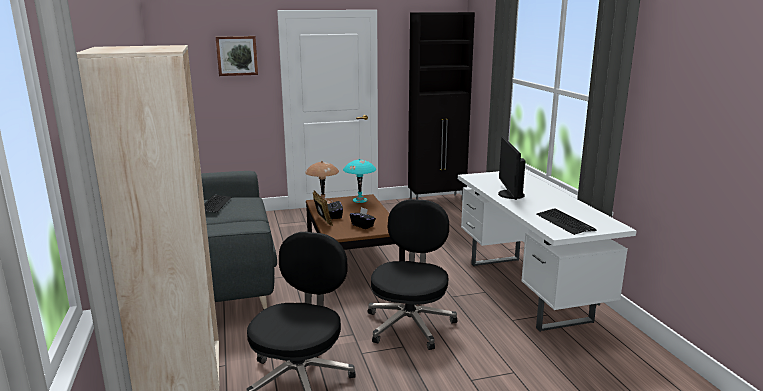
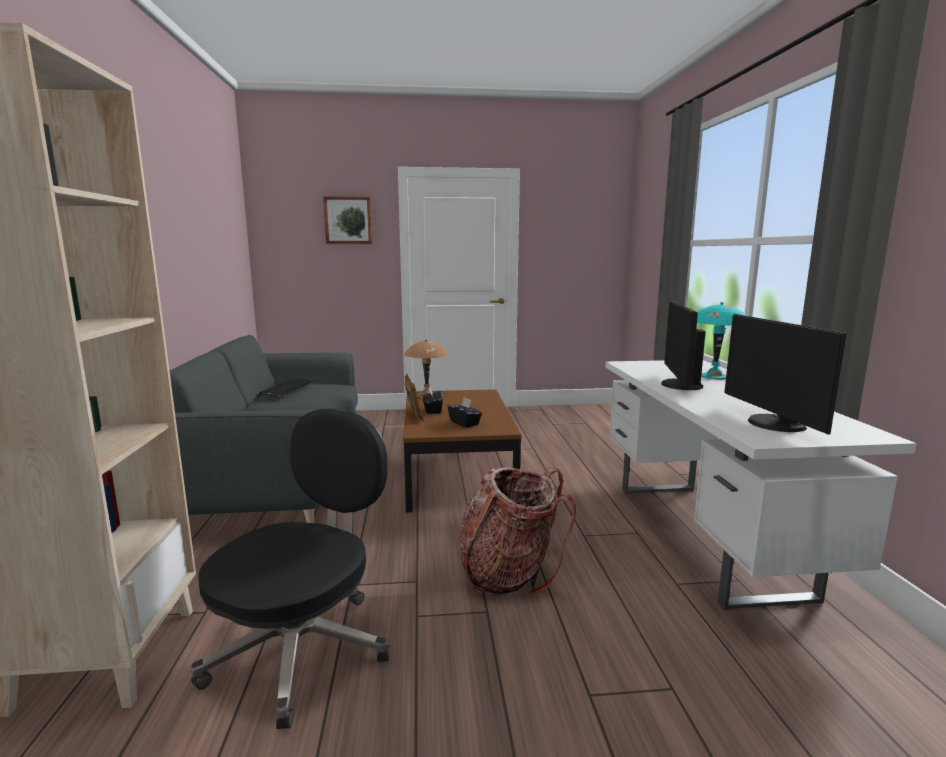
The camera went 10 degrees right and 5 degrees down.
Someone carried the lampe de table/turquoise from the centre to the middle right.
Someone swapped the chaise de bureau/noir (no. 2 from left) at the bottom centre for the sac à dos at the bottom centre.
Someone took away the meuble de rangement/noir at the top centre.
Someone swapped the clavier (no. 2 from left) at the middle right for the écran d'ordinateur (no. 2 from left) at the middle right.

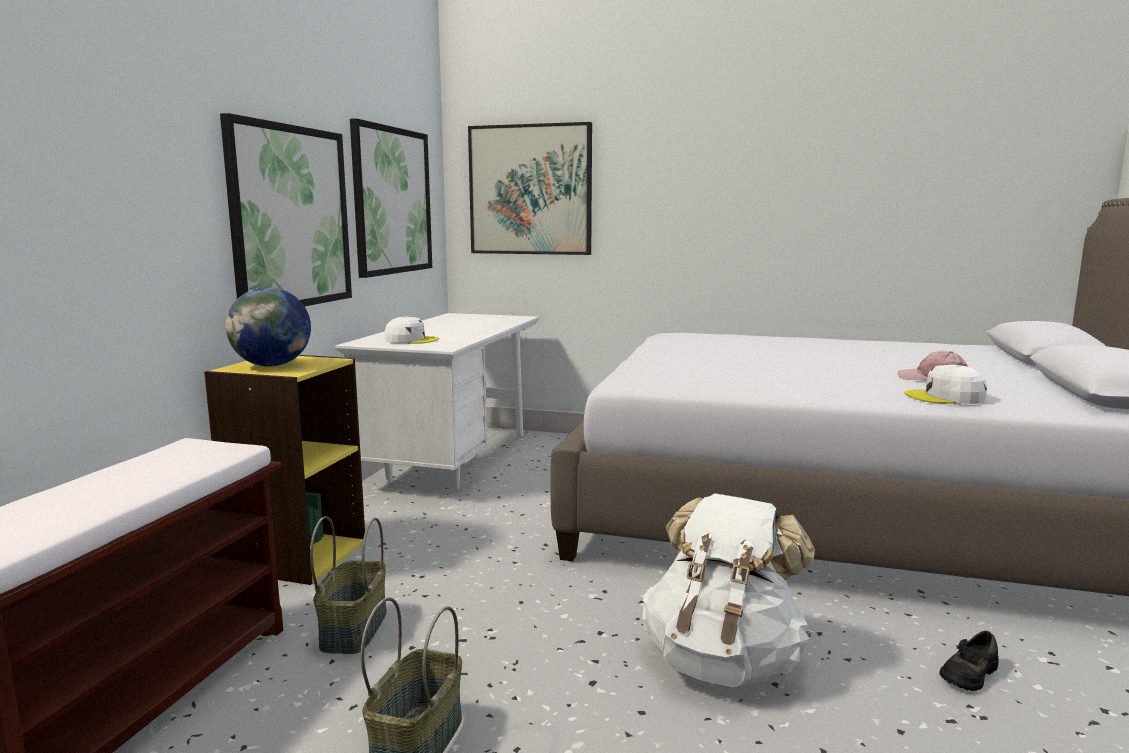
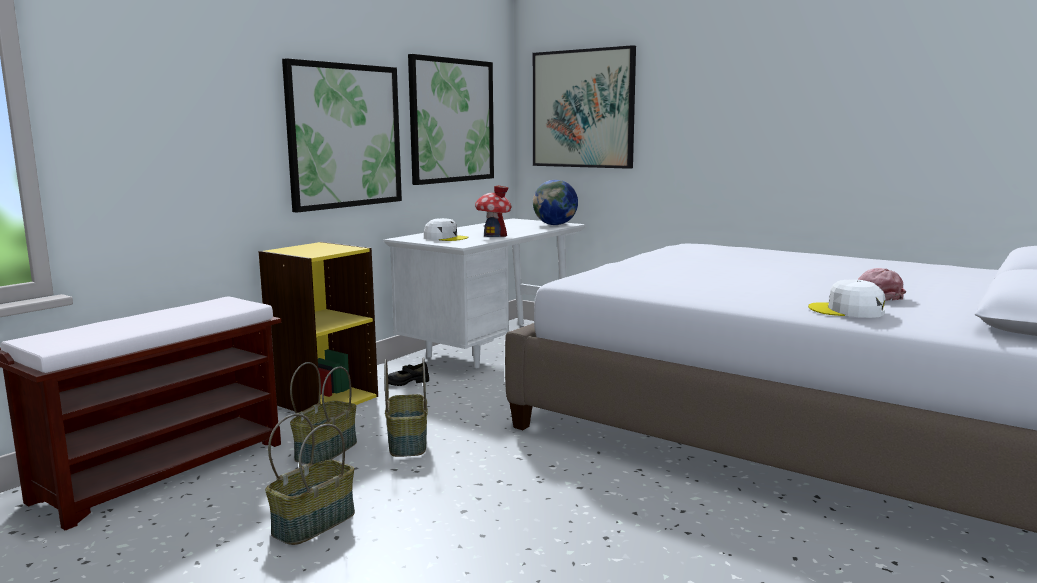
The camera went 20 degrees right and 0 degrees up.
Someone carried the globe from the middle left to the centre.
Someone took away the sac à dos/blanc at the bottom centre.
Someone carried the chaussure/noir from the bottom right to the centre.
Someone put down the panier (no. 3 from left) at the bottom centre.
Someone put down the maison miniature at the centre.

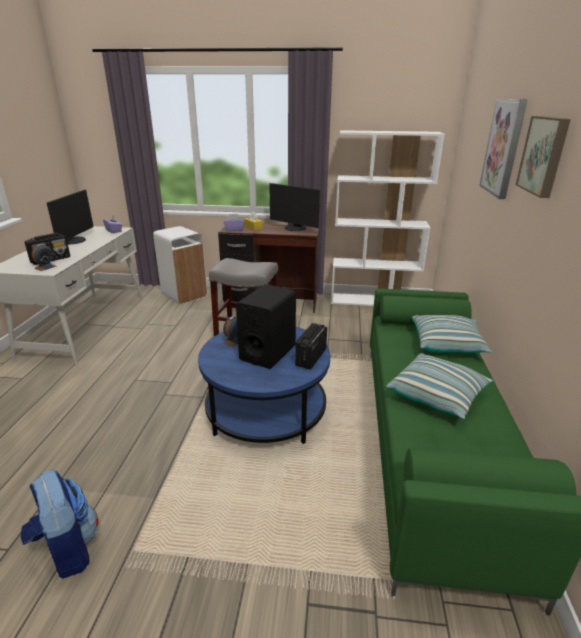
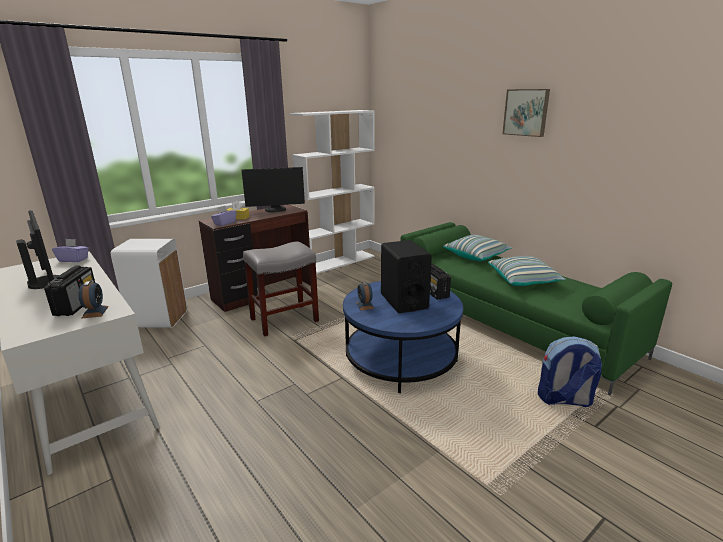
The camera went 45 degrees left and 5 degrees down.
Someone carried the sac à dos from the bottom left to the bottom right.
Someone took away the tableau (no. 1 from left) at the top right.

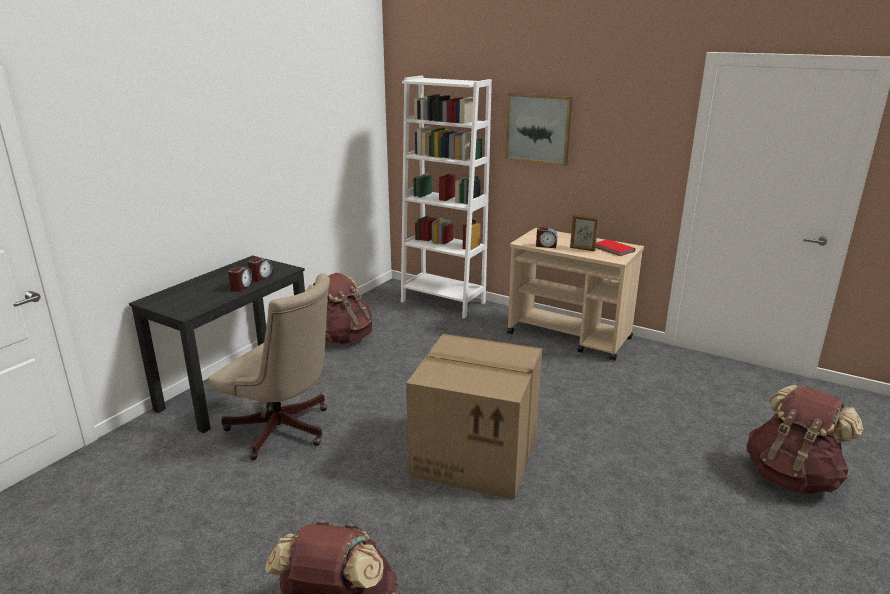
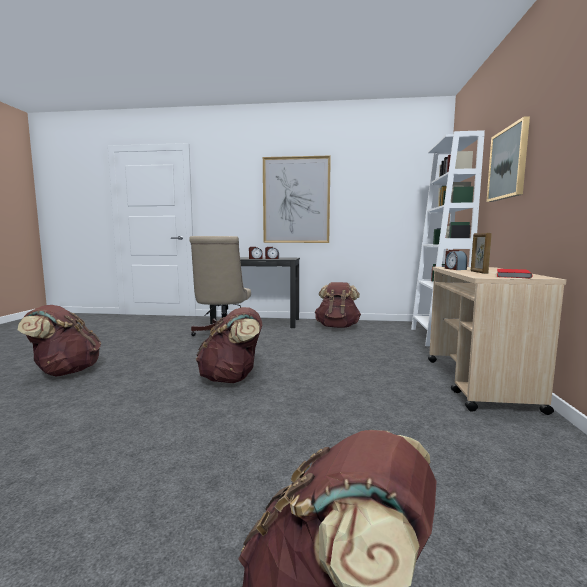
The camera went 65 degrees right and 15 degrees down.
Someone swapped the carton at the bottom centre for the sac à dos/marron (no. 2 from left) at the centre.
Someone put up the tableau (no. 1 from left) at the centre.

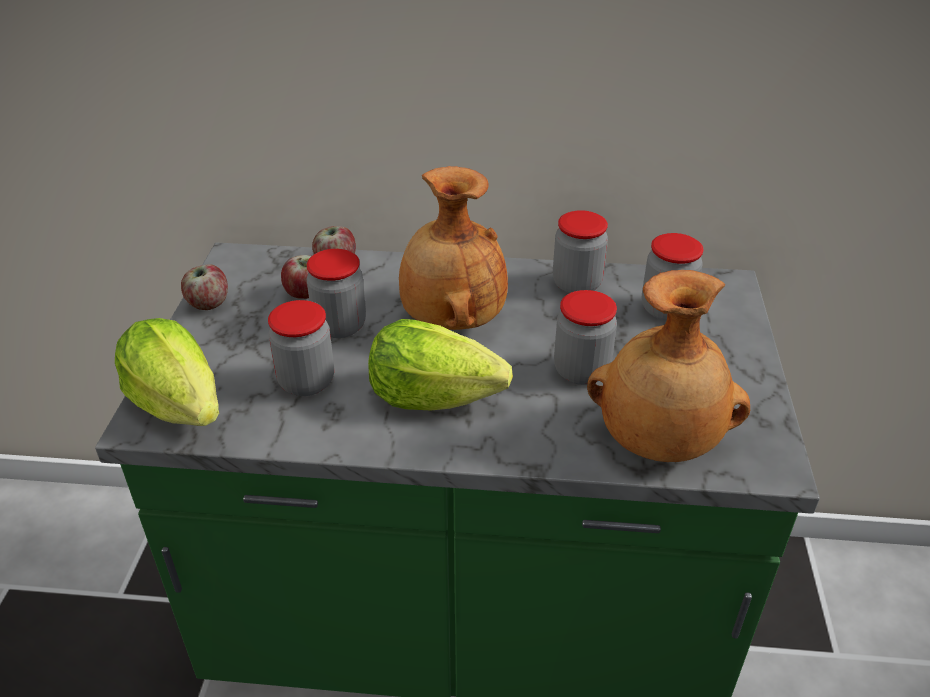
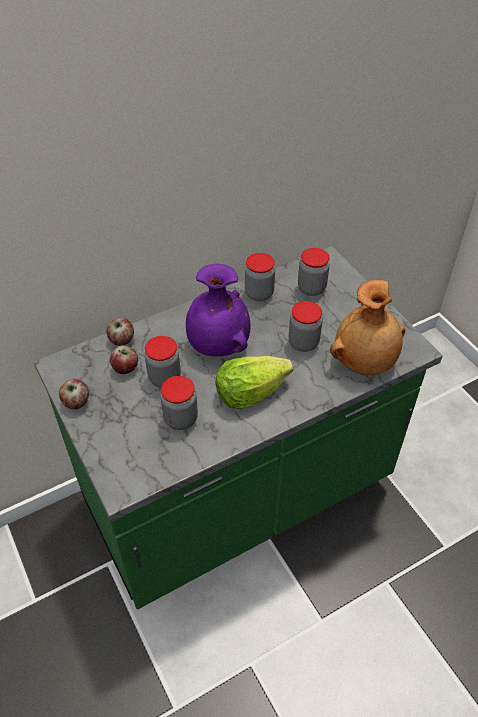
The camera went 35 degrees left and 10 degrees up.
Someone took away the laitue (no. 1 from left) at the middle left.
Someone repainted the vase/marron (no. 1 from left) at the centre, which became the vase/violet at the centre.

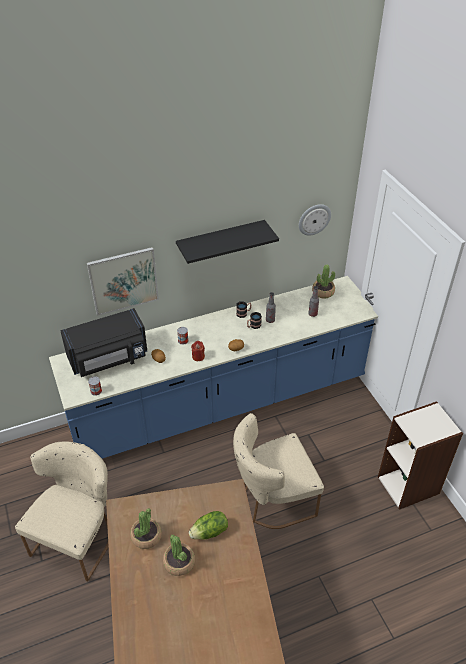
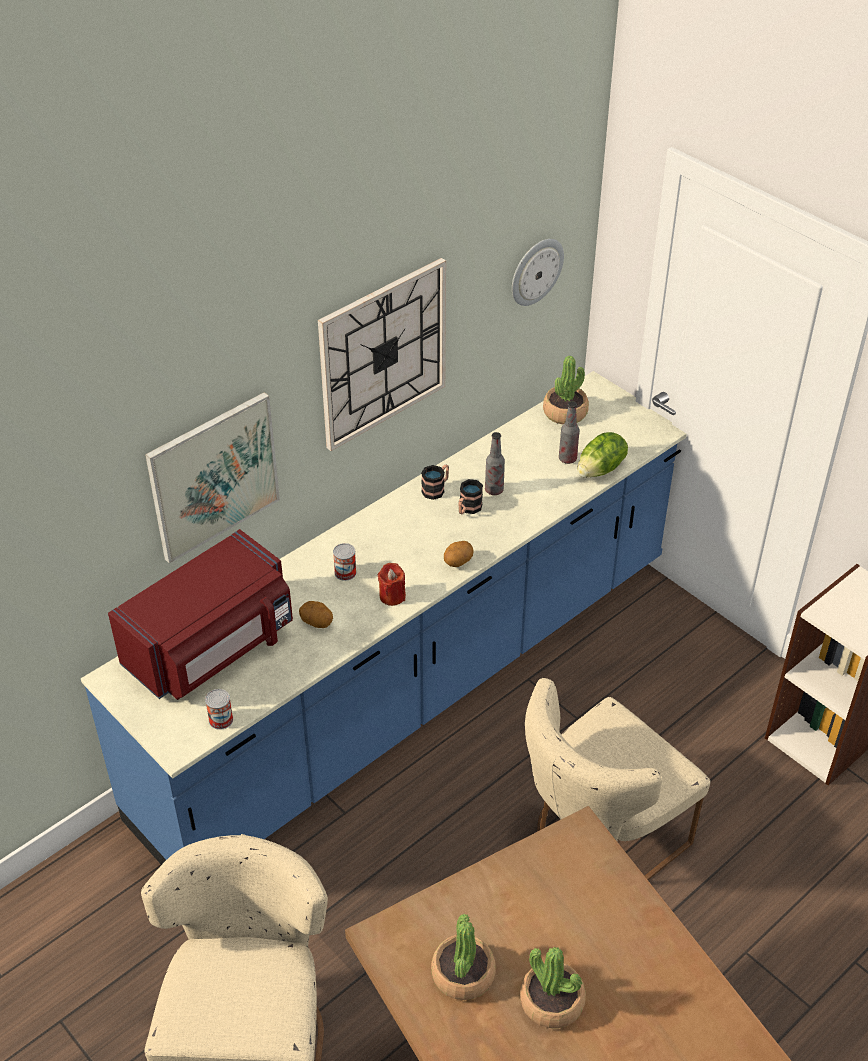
The camera went 20 degrees left and 0 degrees up.
Someone repainted the micro-ondes/noir at the middle left, which became the micro-ondes/rouge at the middle left.
Someone swapped the étagère/noir at the centre for the horloge murale (no. 1 from left) at the centre.
Someone carried the laitue from the bottom centre to the middle right.

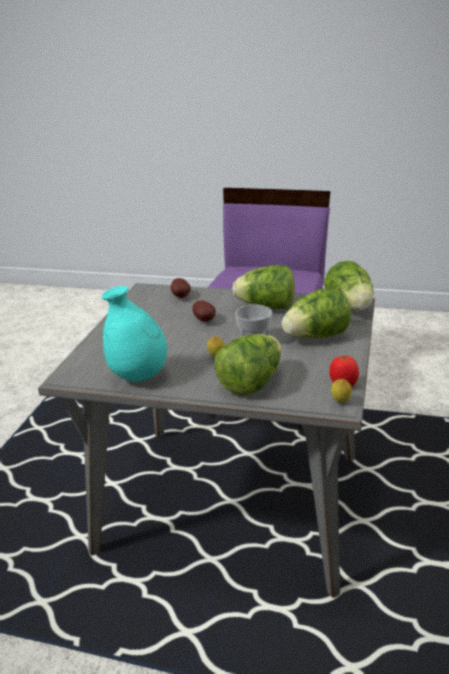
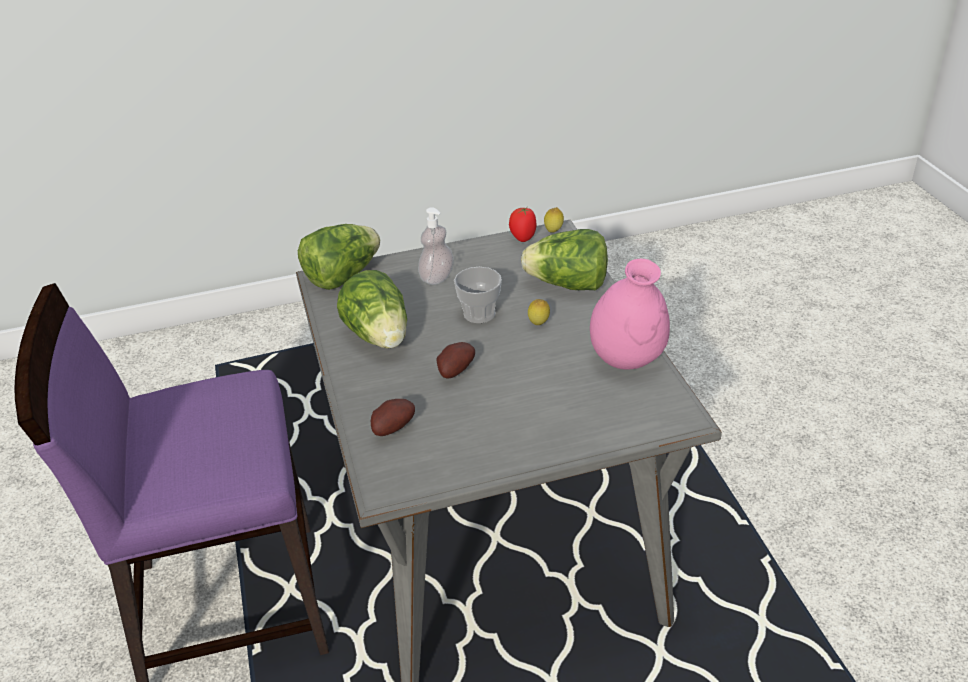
The camera went 120 degrees left and 10 degrees up.
Someone repainted the vase/turquoise at the middle left, which became the vase/rose at the centre.
Someone swapped the laitue (no. 3 from left) at the middle right for the distributeur de savon at the centre.

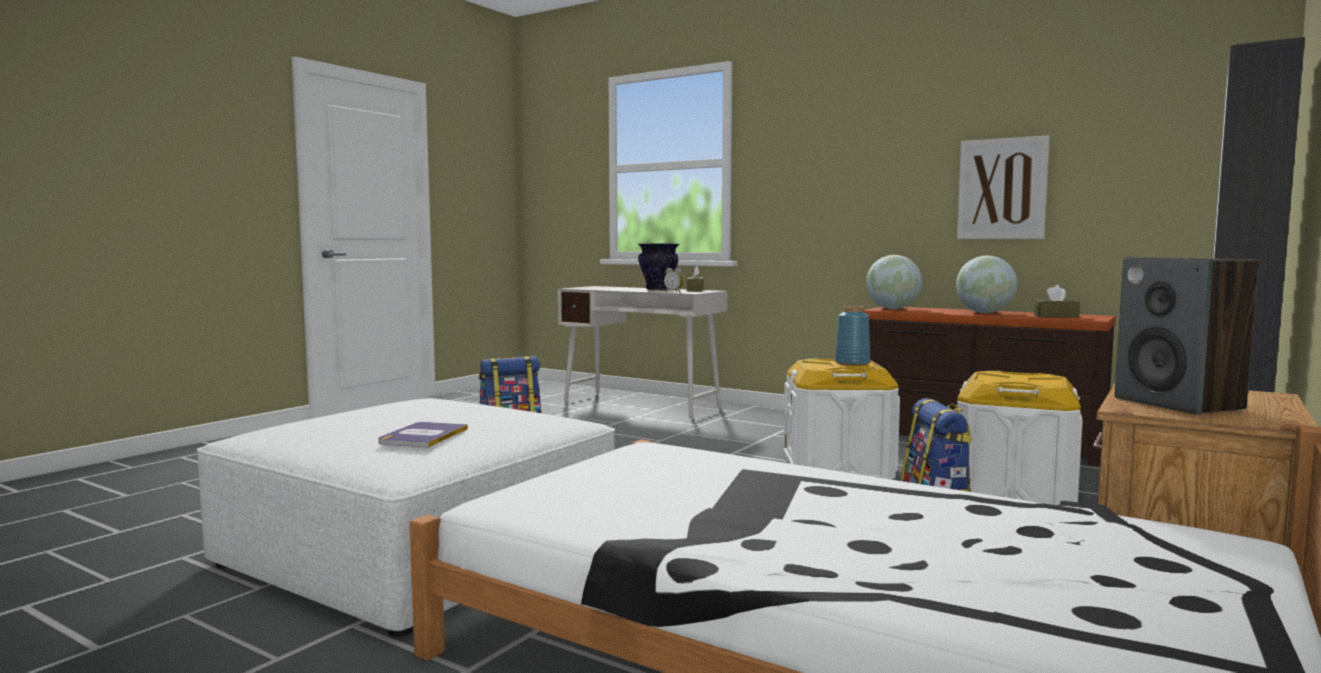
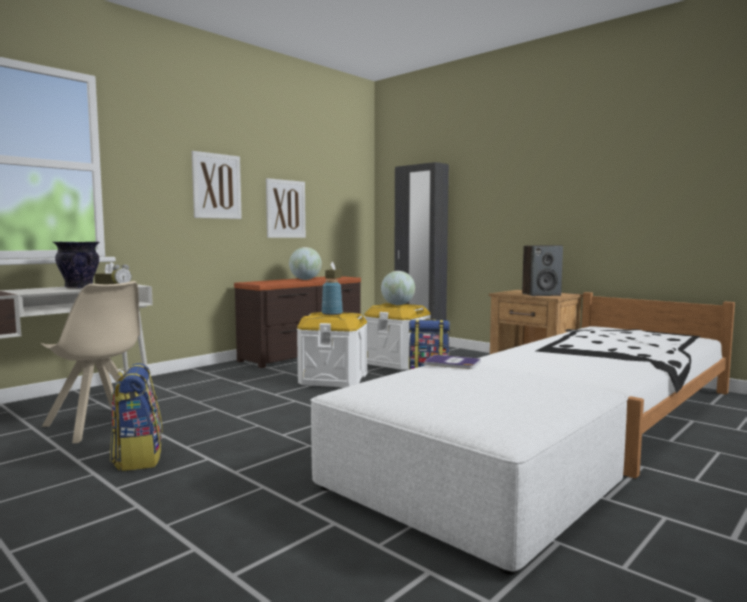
The camera went 80 degrees left and 0 degrees up.
Someone carried the livre from the middle left to the centre.
Someone carried the globe (no. 1 from left in the first image) from the middle right to the centre.
Someone put down the chaise/beige at the middle left.
Someone put up the tableau (no. 1 from left) at the top left.

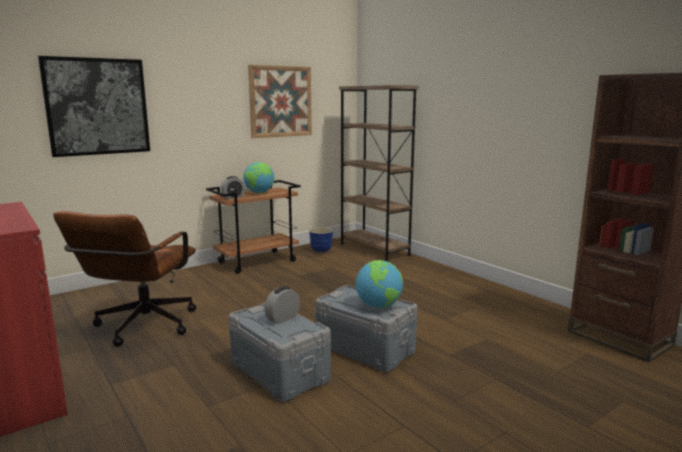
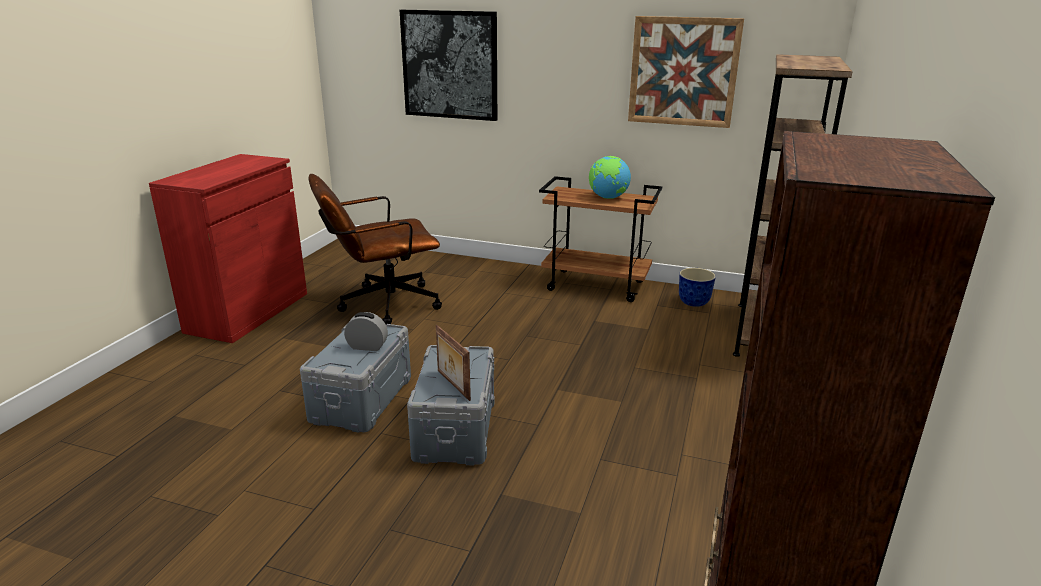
The camera went 55 degrees right and 10 degrees up.
Someone took away the réveil (no. 1 from left) at the centre.
Someone swapped the globe (no. 2 from left) at the centre for the cadre photo at the centre.

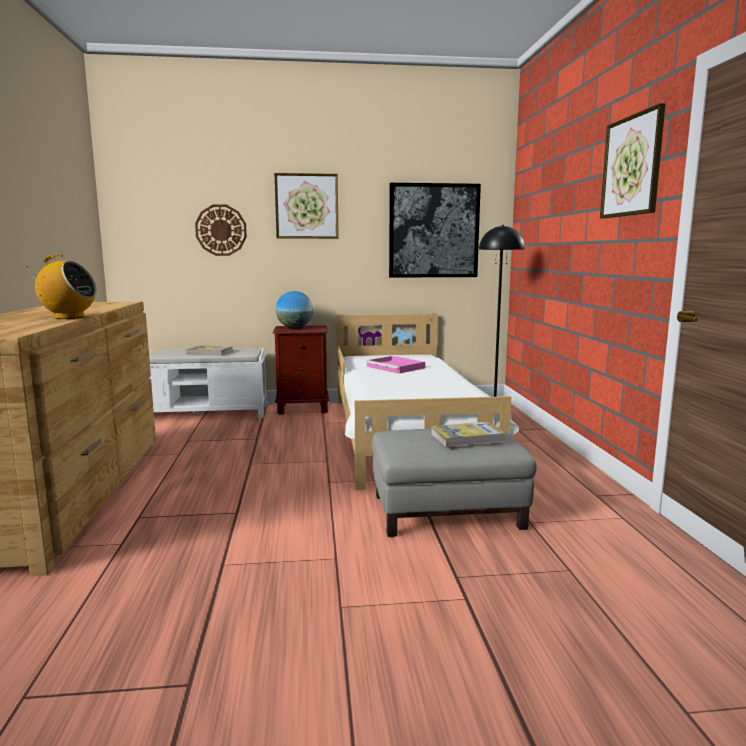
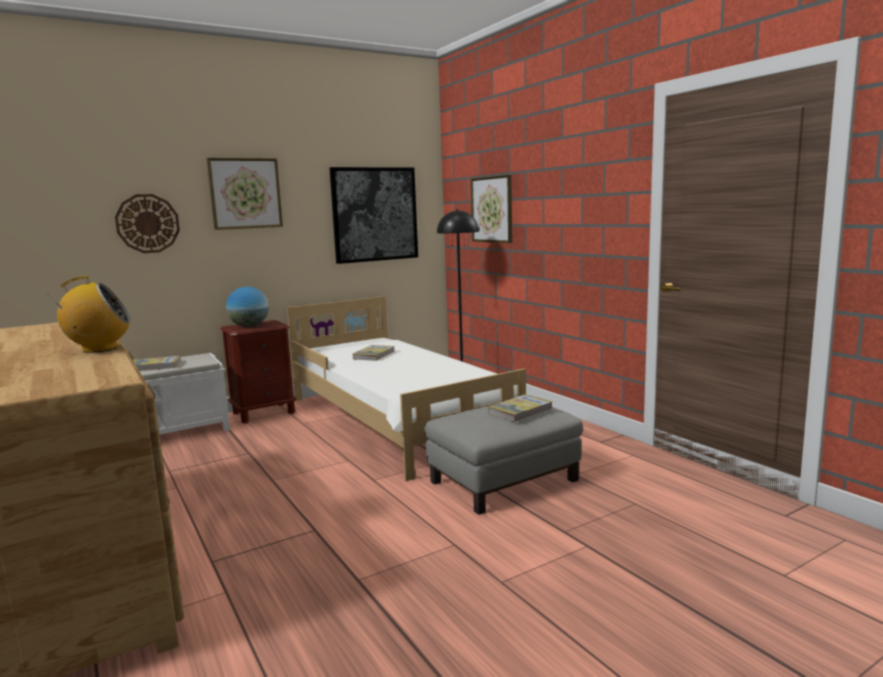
The camera went 25 degrees left and 0 degrees up.
Someone swapped the plateau/rose at the centre for the livre (no. 2 from left) at the centre.
Someone carried the tableau (no. 3 from left) from the top right to the top centre.

